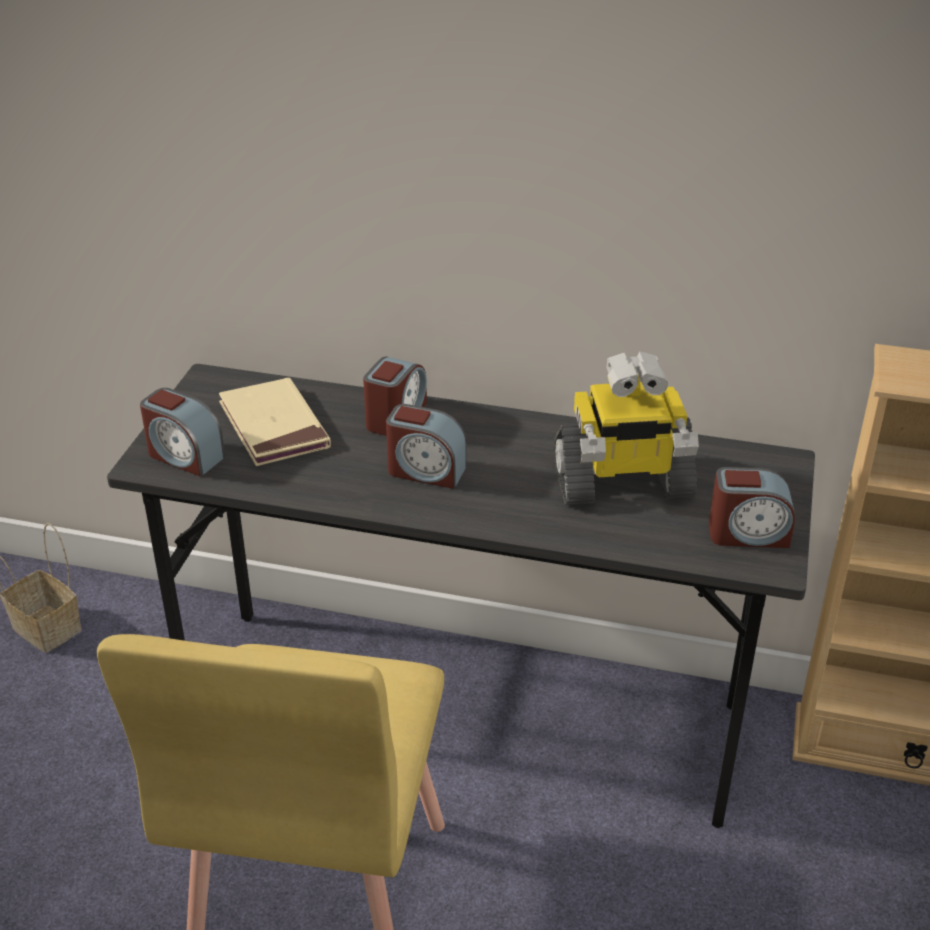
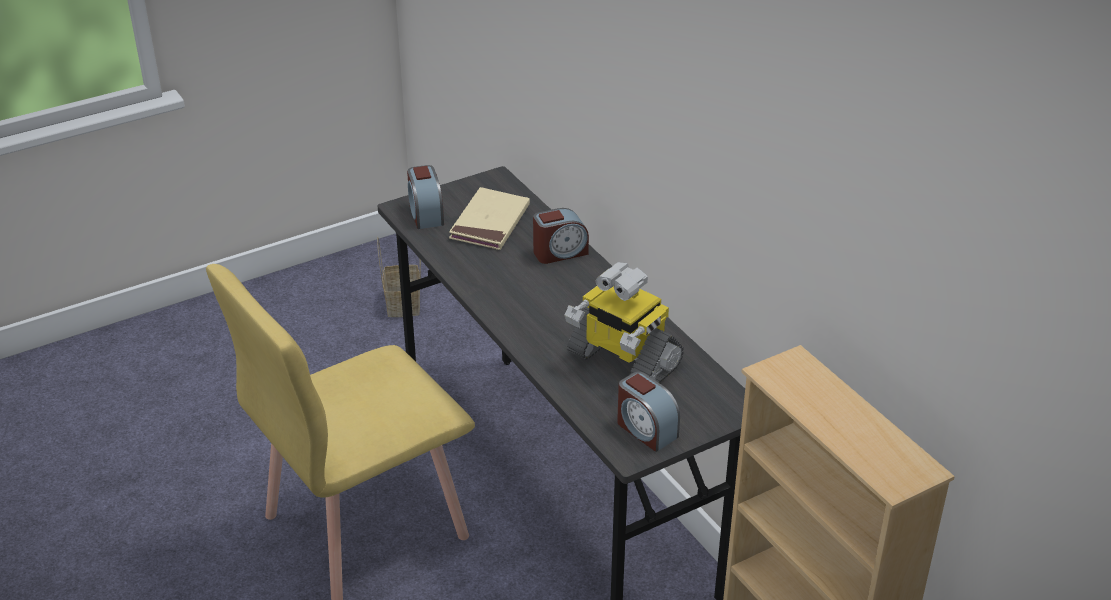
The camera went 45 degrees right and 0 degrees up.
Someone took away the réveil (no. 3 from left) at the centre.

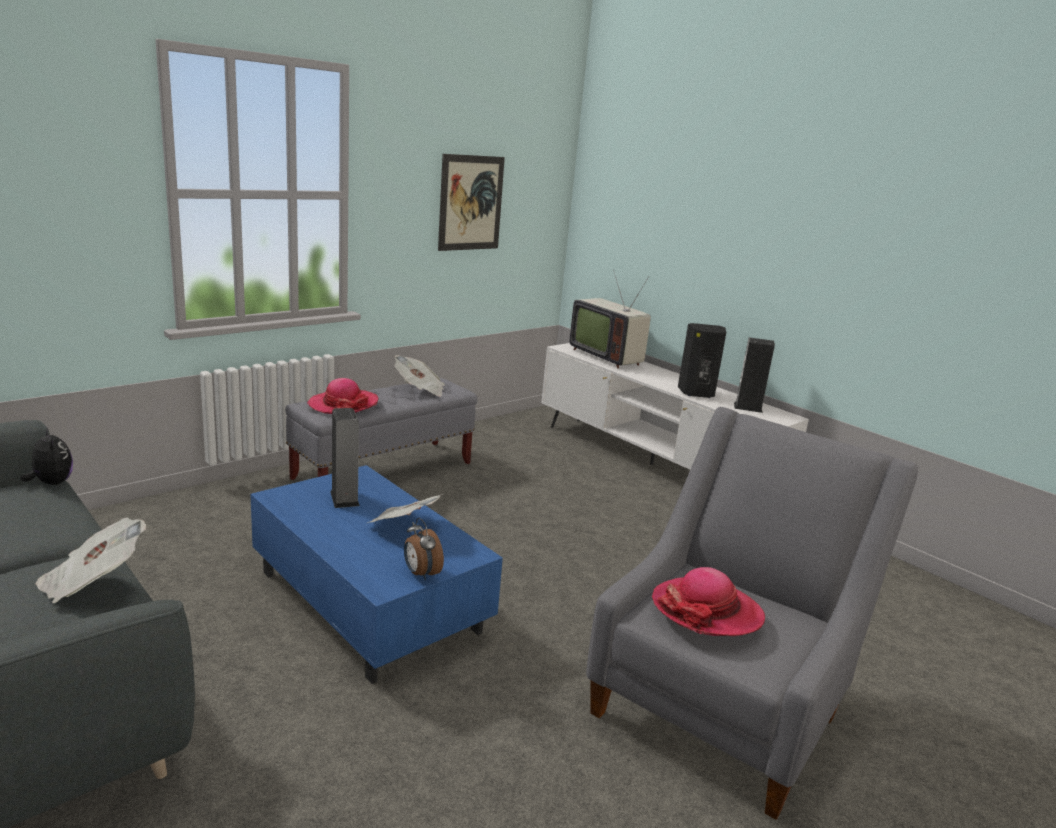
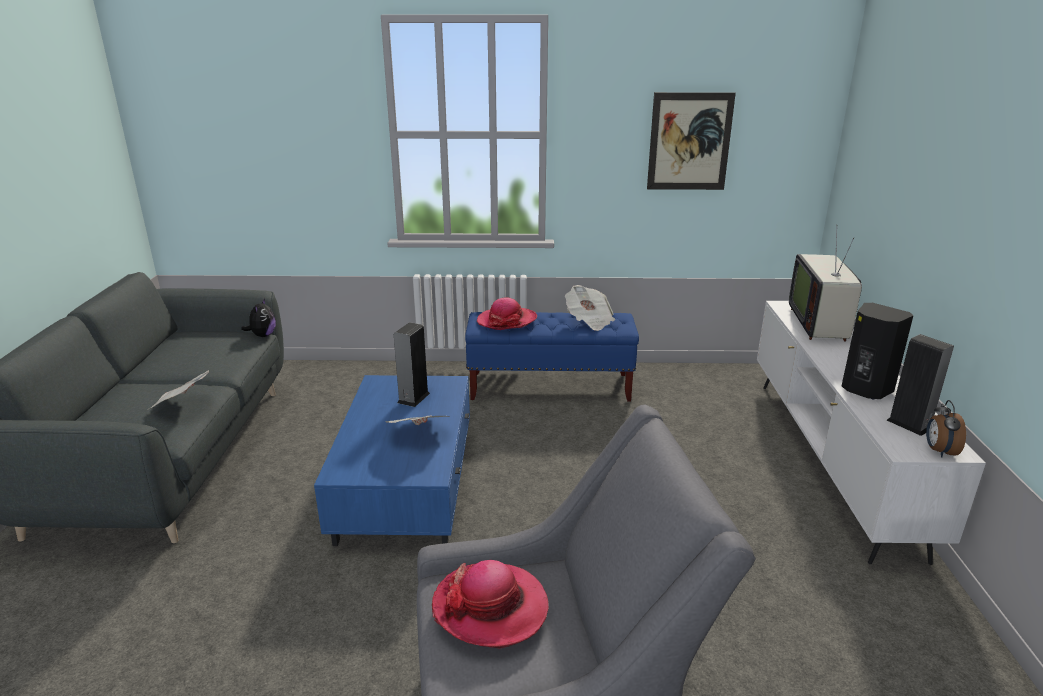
The camera went 45 degrees right and 5 degrees up.
Someone repainted the banc/gris at the centre, which became the banc/bleu at the centre.
Someone carried the réveil from the centre to the middle right.

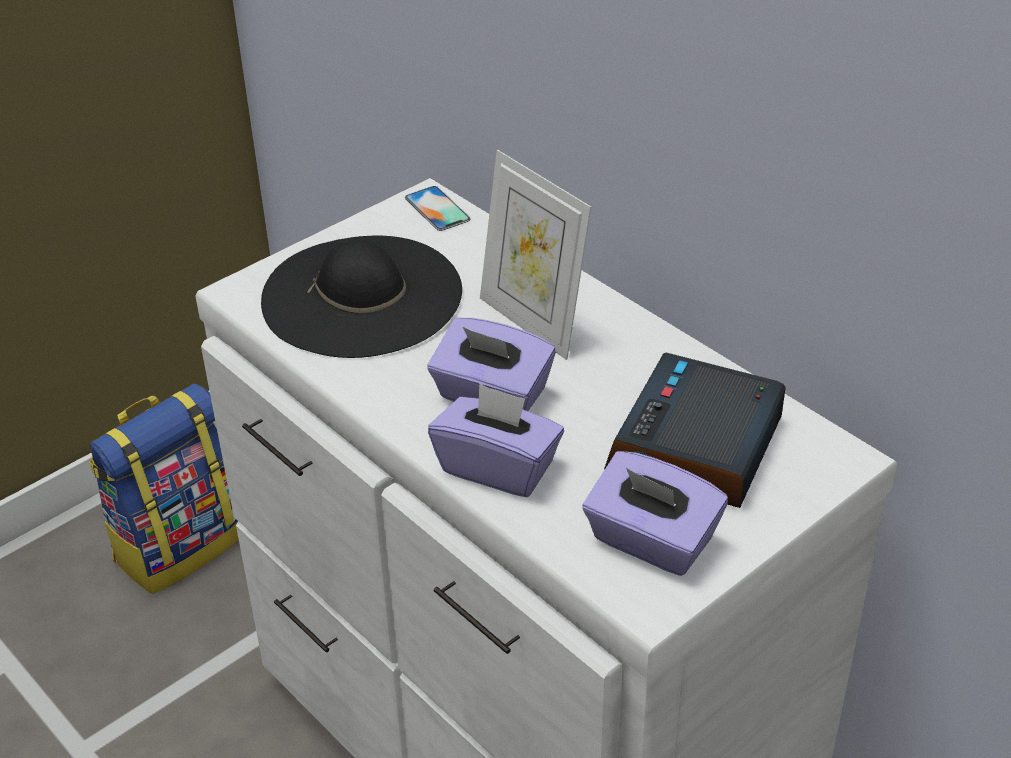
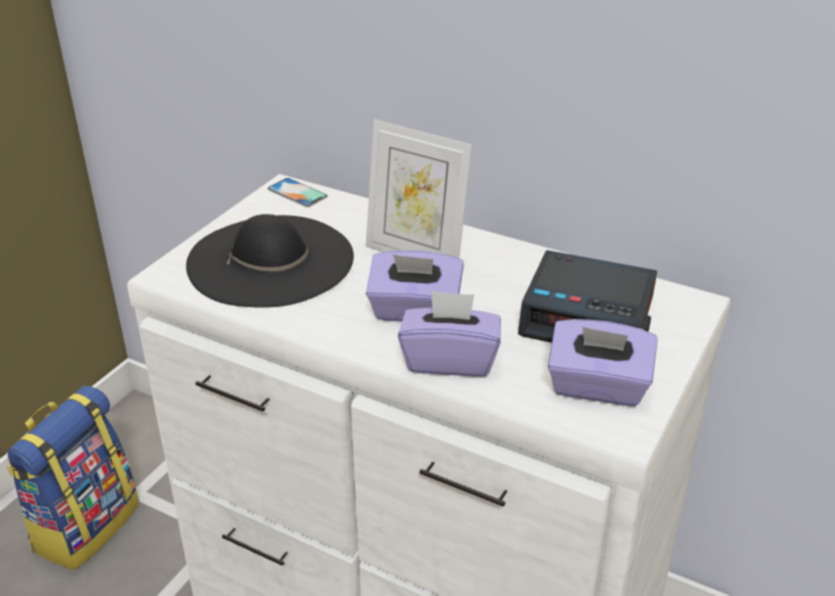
The camera went 20 degrees left and 5 degrees down.
Someone rotated the réveil at the middle right by 75 degrees counterclockwise.

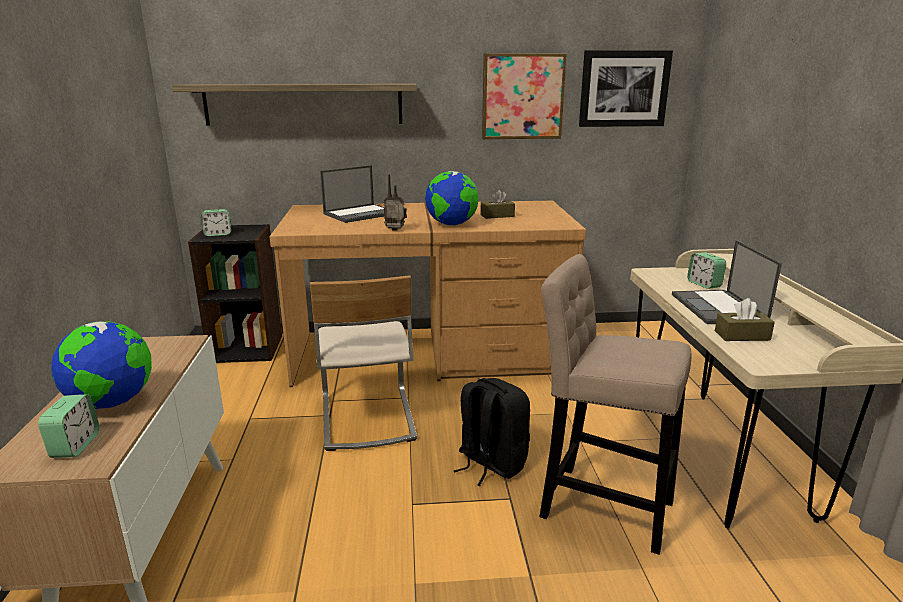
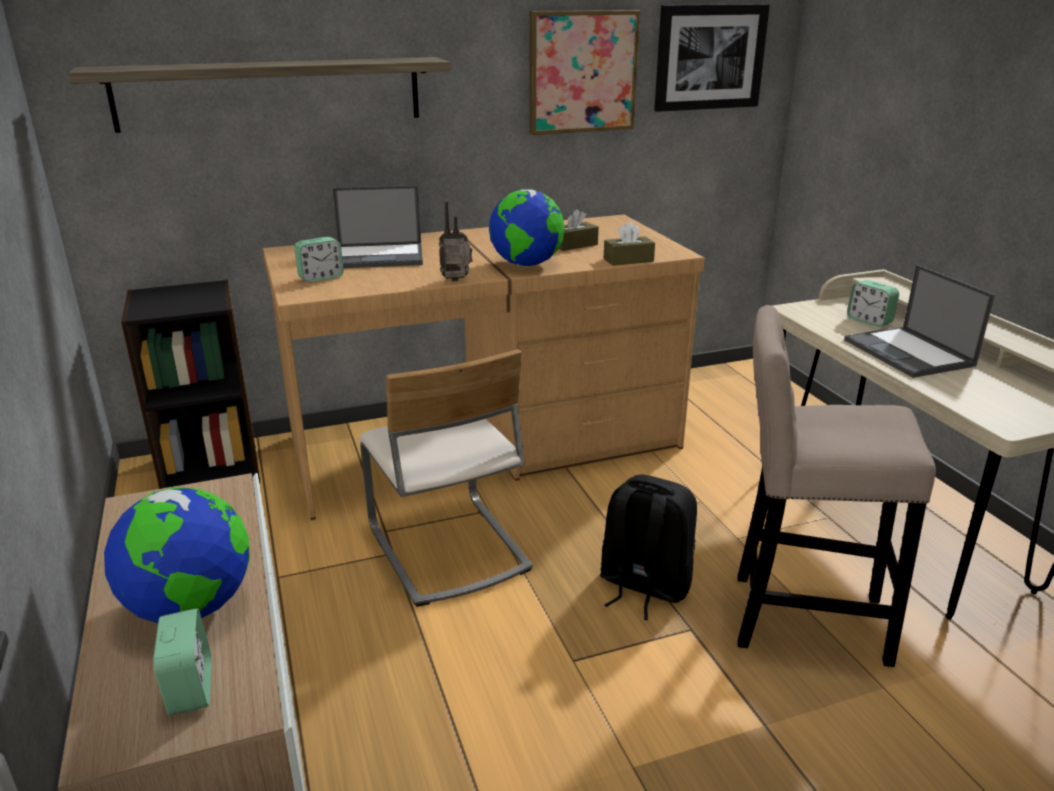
The camera went 15 degrees left and 5 degrees up.
Someone carried the réveil (no. 2 from left) from the middle left to the top left.
Someone rotated the ordinateur portable (no. 1 from left) at the top centre by 45 degrees clockwise.
Someone carried the boîte à mouchoirs/marron (no. 2 from left) from the middle right to the top centre.

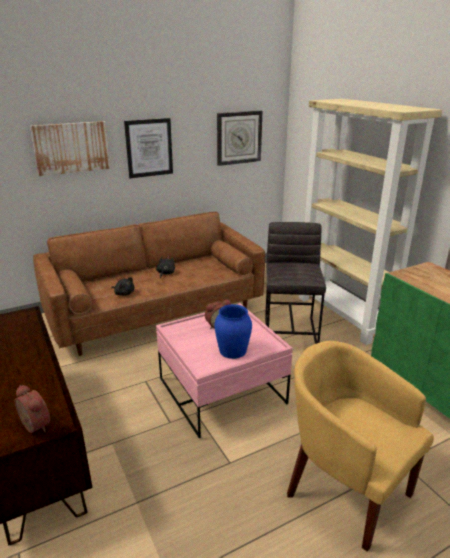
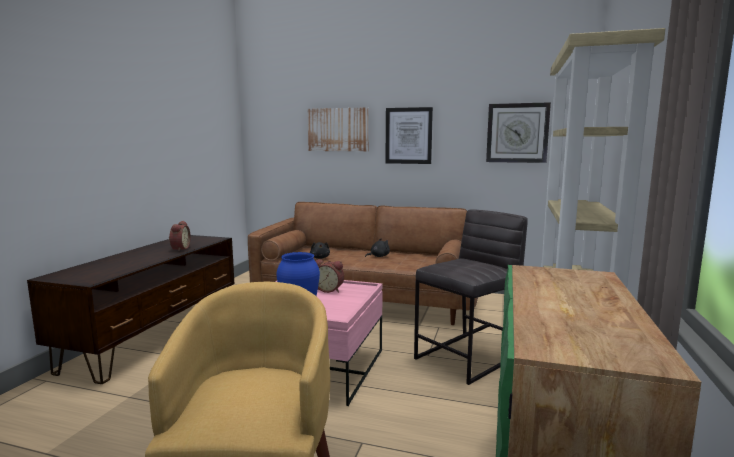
The camera went 45 degrees right and 15 degrees down.
Someone carried the réveil (no. 1 from left) from the bottom left to the middle left.

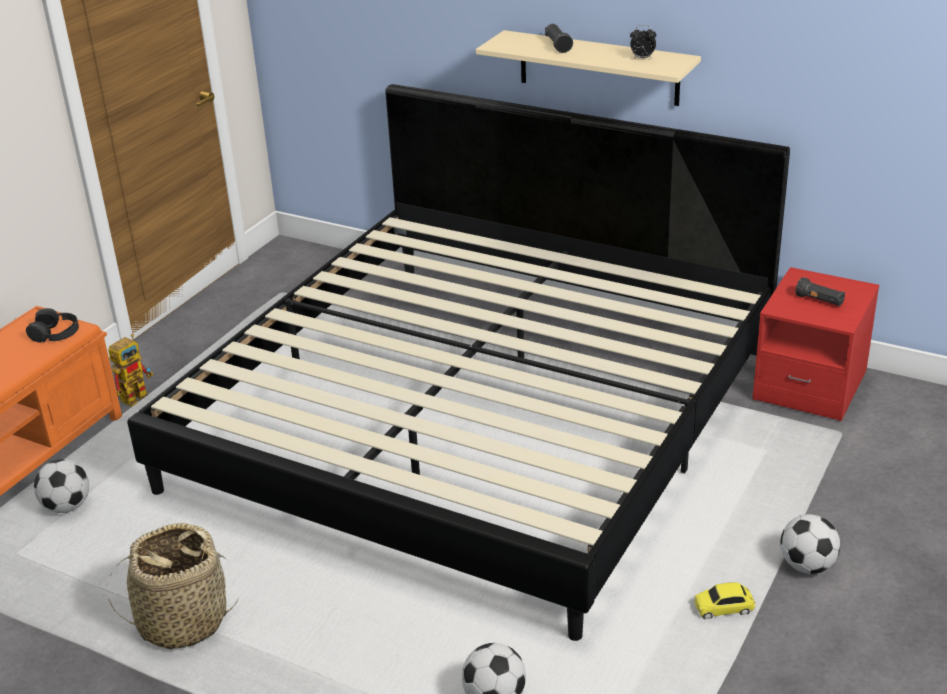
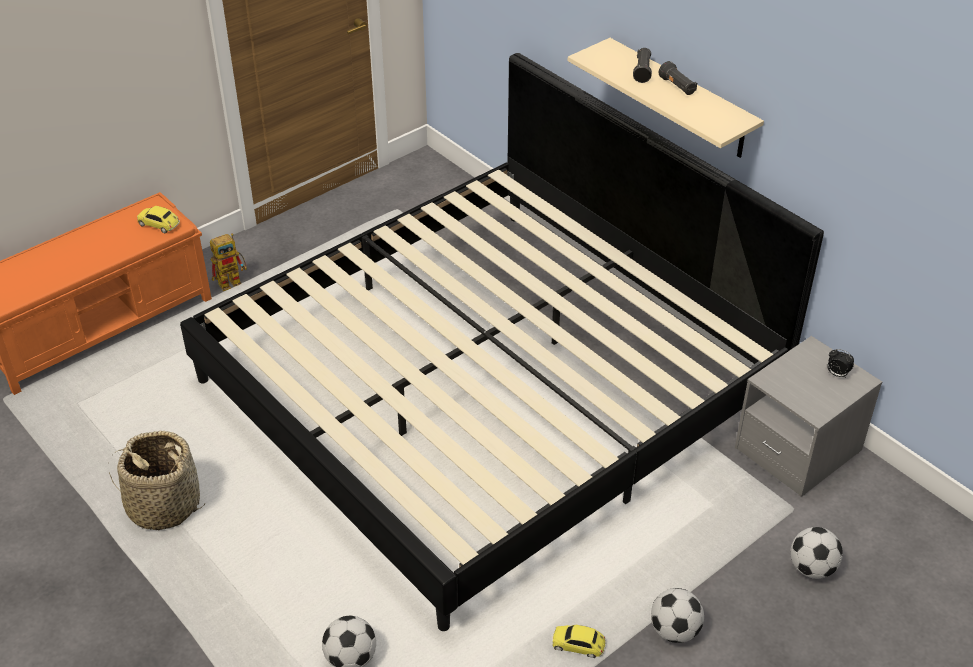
The camera went 20 degrees right and 10 degrees up.
Someone swapped the casque audio/noir at the middle left for the petite voiture (no. 1 from left) at the top left.
Someone carried the ballon de foot (no. 1 from left in the first image) from the bottom left to the bottom right.
Someone carried the réveil from the top right to the middle right.
Someone repainted the table de chevet/rouge at the middle right, which became the table de chevet/gris at the middle right.
Someone carried the lampe de poche/noir (no. 2 from left) from the middle right to the top right.

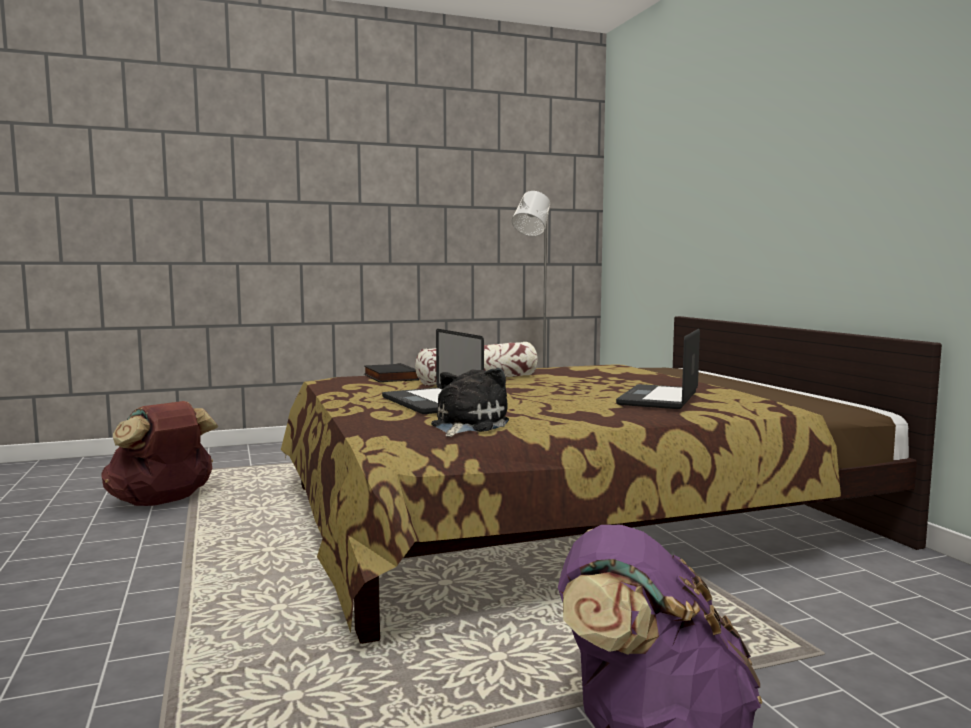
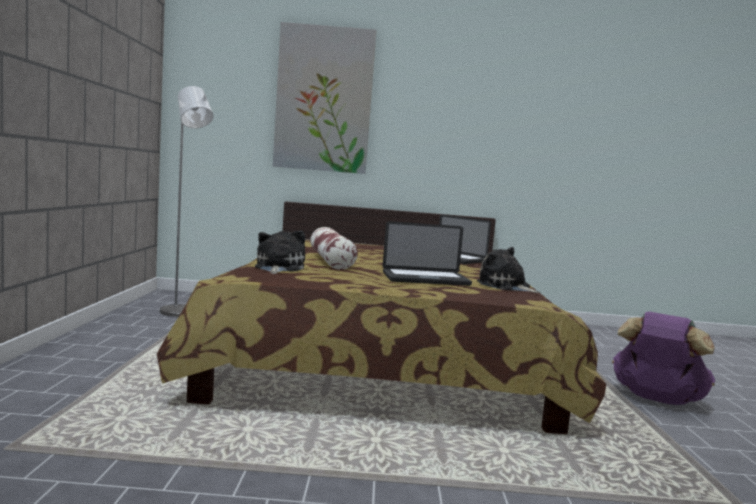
The camera went 70 degrees left and 0 degrees up.
Someone took away the sac à dos/marron at the middle left.
Someone swapped the livre/noir at the centre for the peluche (no. 1 from left) at the centre.
Someone put up the tableau at the top centre.

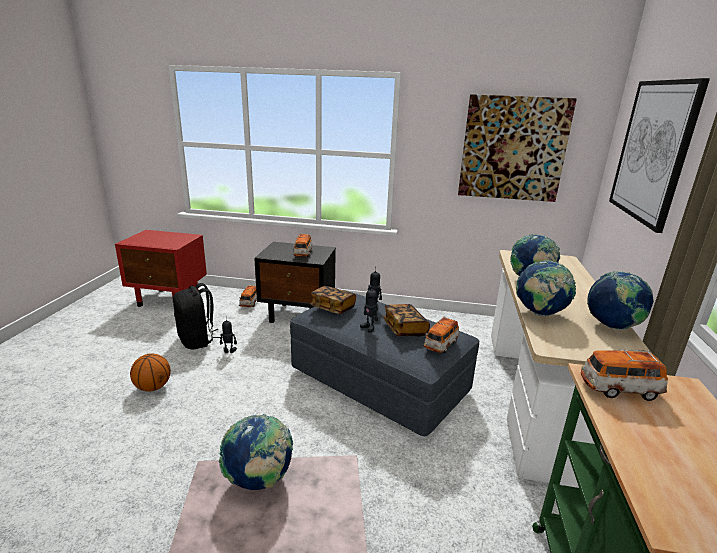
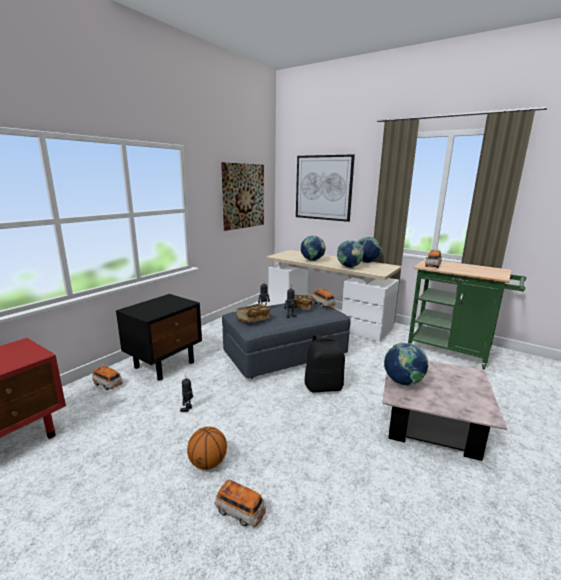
The camera went 65 degrees left and 5 degrees down.
Someone carried the sac à dos/noir from the middle left to the centre.
Someone carried the petite voiture (no. 2 from left) from the centre to the bottom centre.

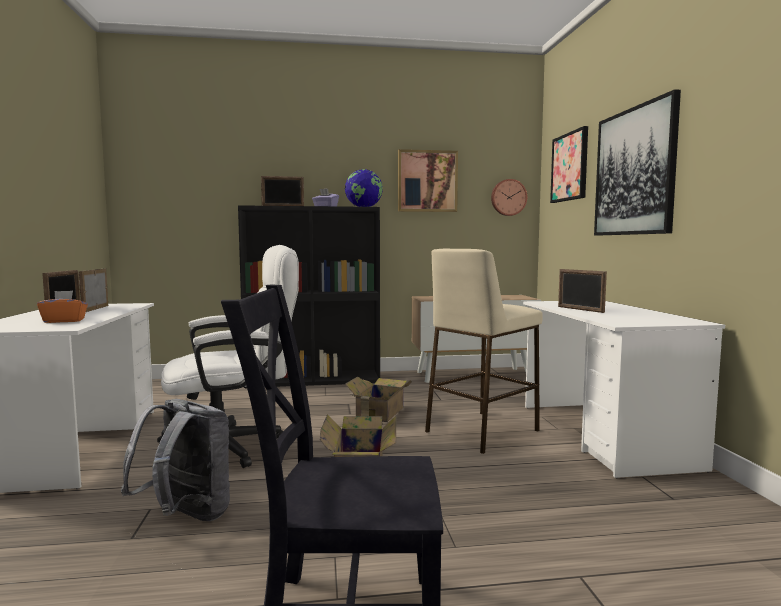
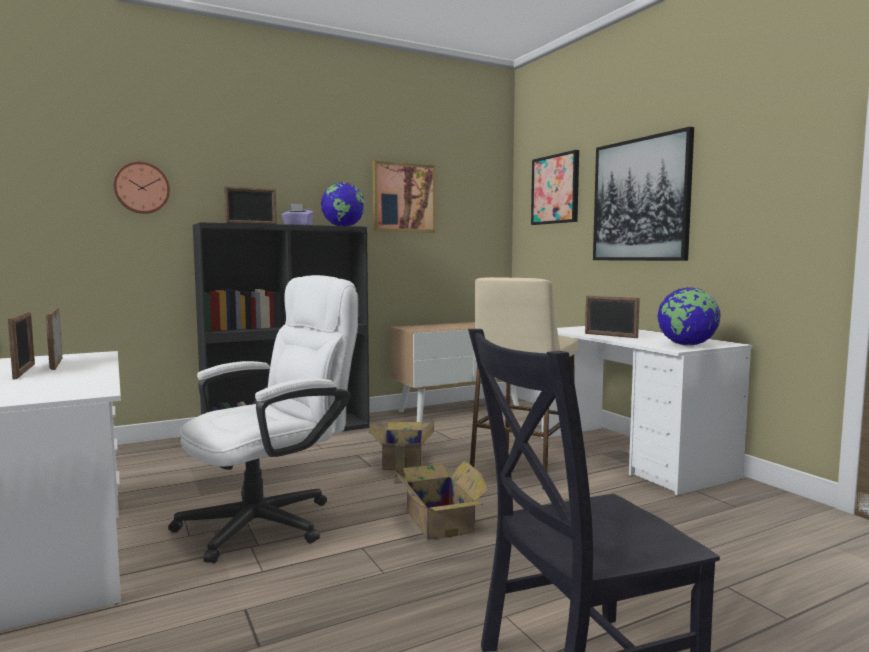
The camera went 20 degrees left and 0 degrees up.
Someone took away the boîte à mouchoirs/orange at the middle left.
Someone took away the sac à dos/gris at the bottom left.
Someone carried the horloge murale from the top centre to the top left.
Someone put down the globe (no. 2 from left) at the middle right.

